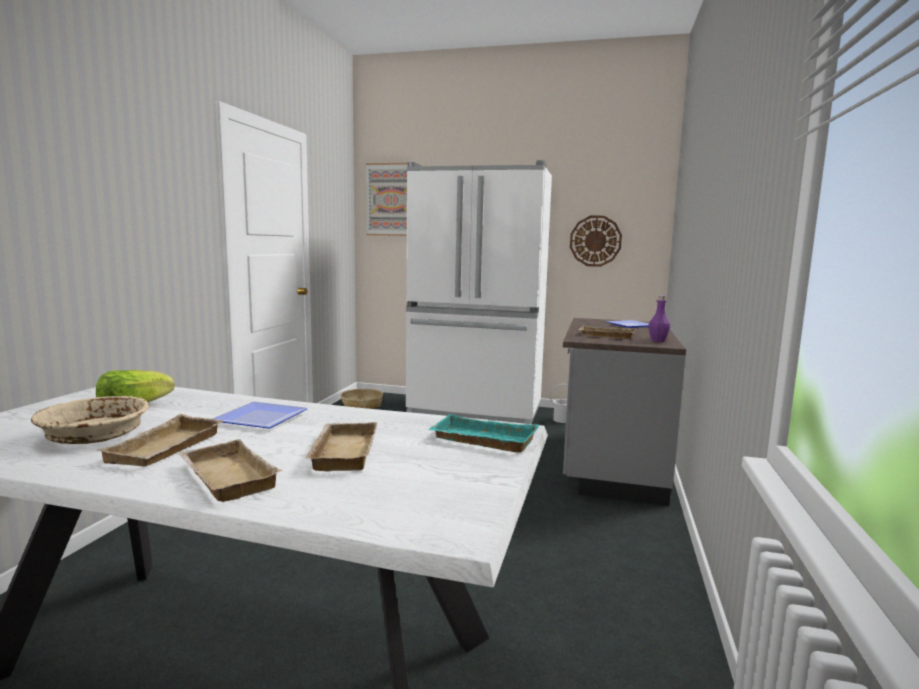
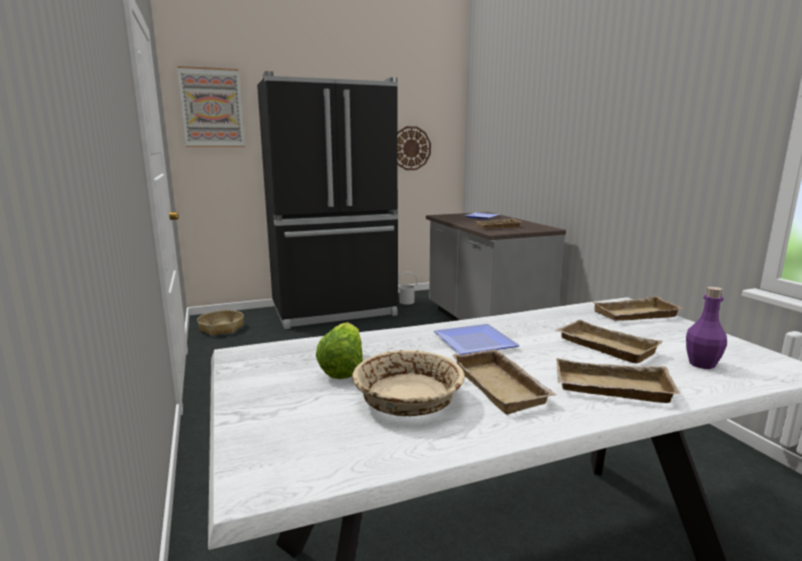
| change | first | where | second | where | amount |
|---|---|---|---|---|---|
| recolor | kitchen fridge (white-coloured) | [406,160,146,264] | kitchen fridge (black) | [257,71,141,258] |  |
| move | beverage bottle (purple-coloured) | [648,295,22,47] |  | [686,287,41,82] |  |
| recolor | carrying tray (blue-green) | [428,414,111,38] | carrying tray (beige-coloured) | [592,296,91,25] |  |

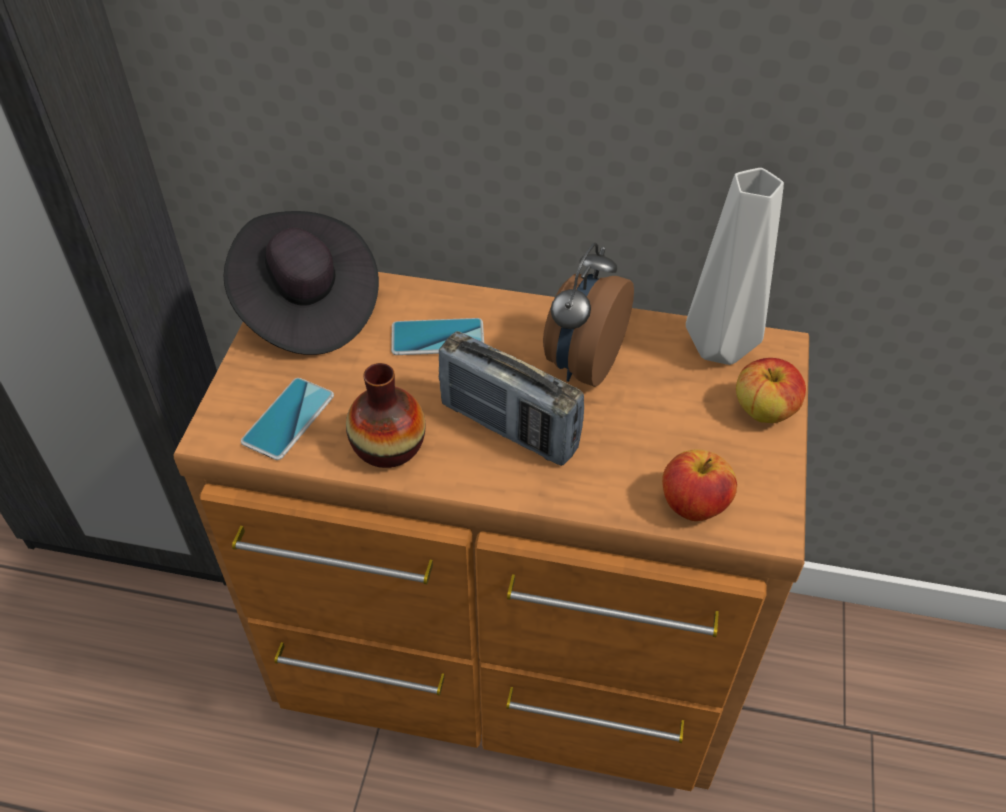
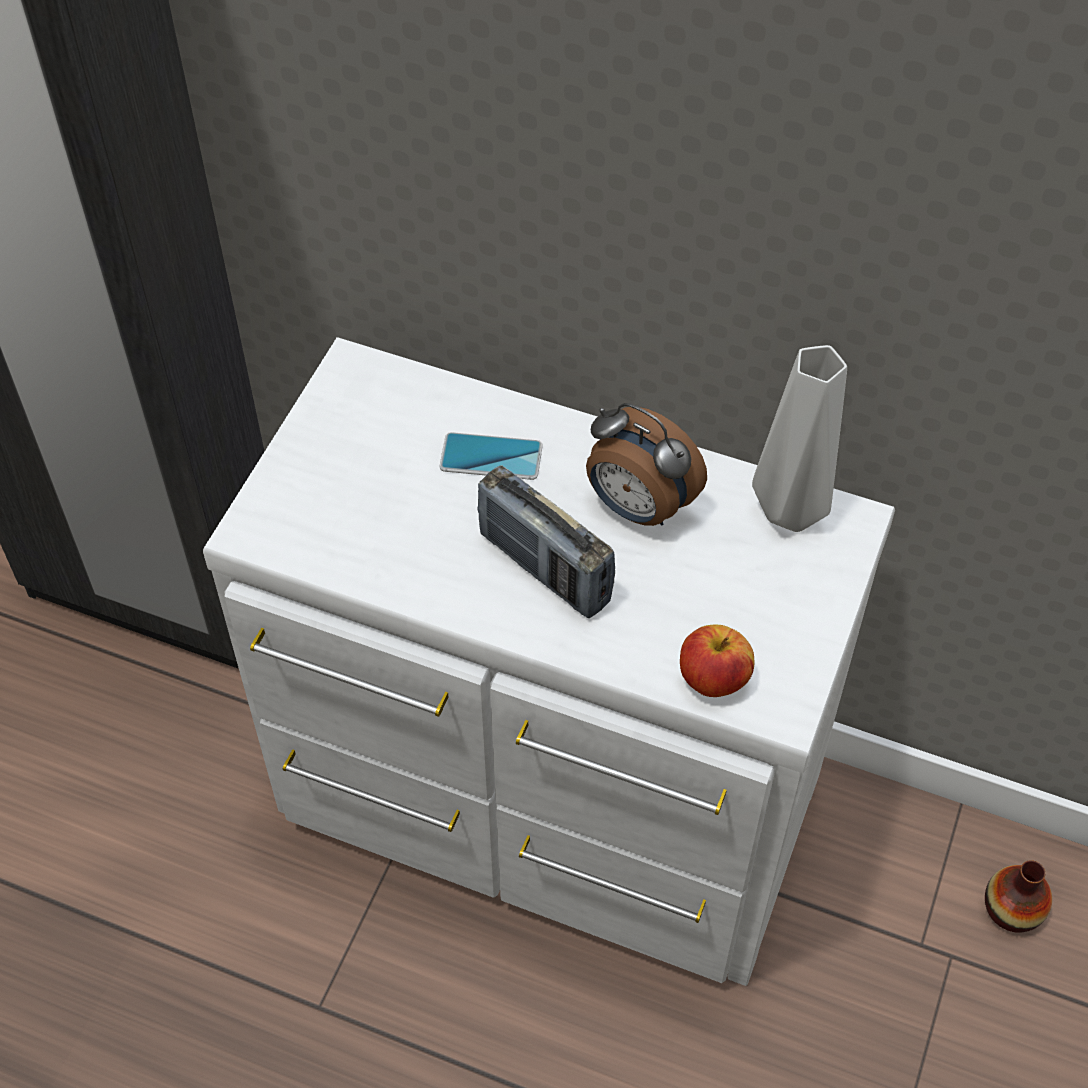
| change | first | where | second | where | amount |
|---|---|---|---|---|---|
| delete | hat (black) | [223,211,156,144] |  |  |  |
| rotate | alarm clock | [543,243,91,144] |  | [586,403,121,123] | 90 degrees counterclockwise |
| recolor | drawer chest (brownish) | [173,272,636,519] | drawer chest (white-coloured) | [203,337,692,649] |  |
| delete | whole apple | [736,358,70,65] |  |  |  |
| move | flower vase | [346,363,80,105] |  | [985,860,67,72] |  |
| delete | handset | [241,378,93,82] |  |  |  |

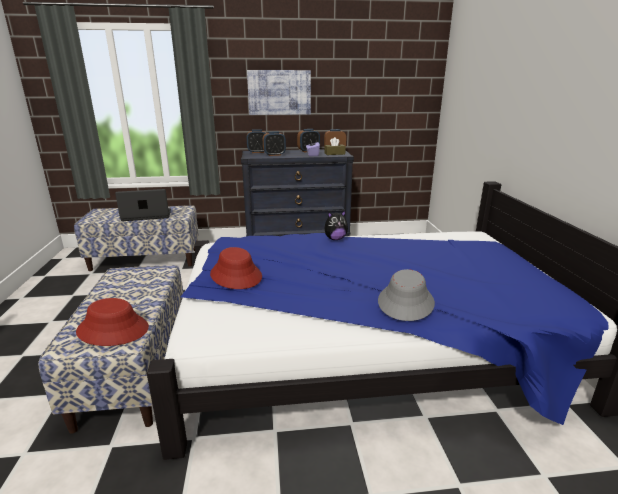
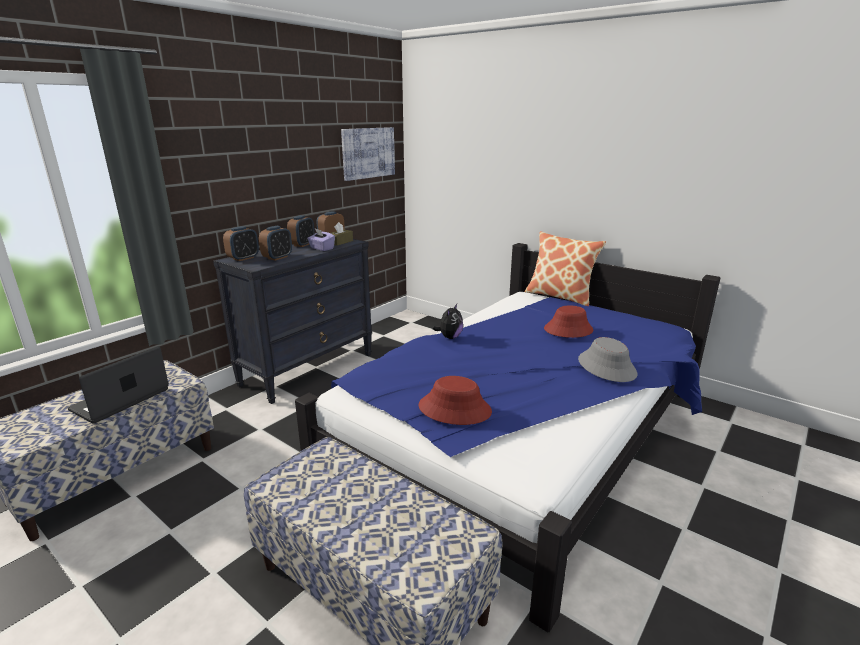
| change | first | where | second | where | amount |
|---|---|---|---|---|---|
| move | wall picture | [247,70,64,45] |  | [341,127,54,54] |  |
| move | hat (red-coloured) | [76,298,73,48] |  | [544,306,49,32] |  |
| insert |  |  | pillow | [524,231,82,75] |  |

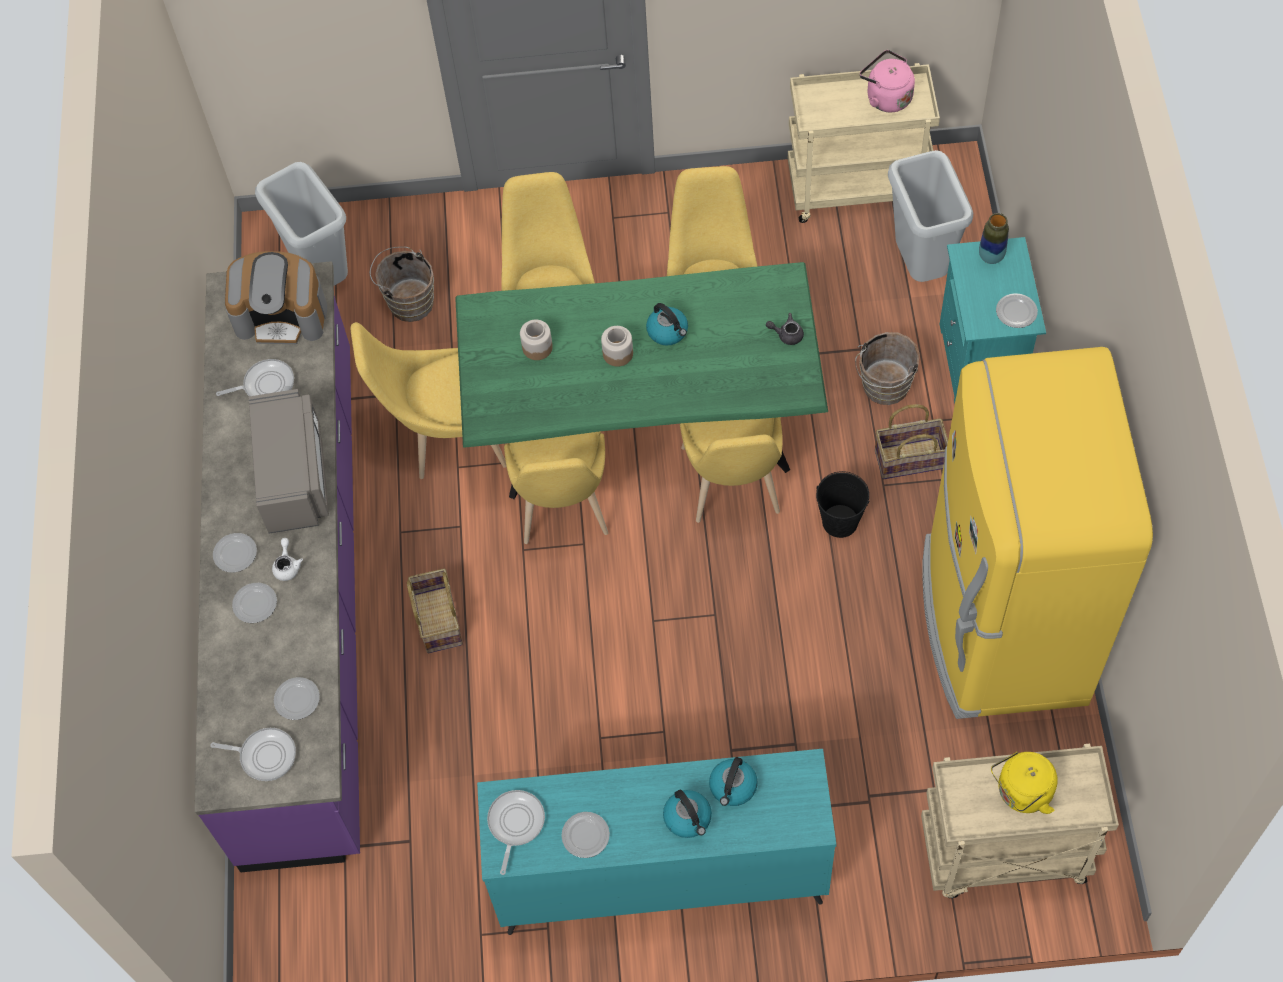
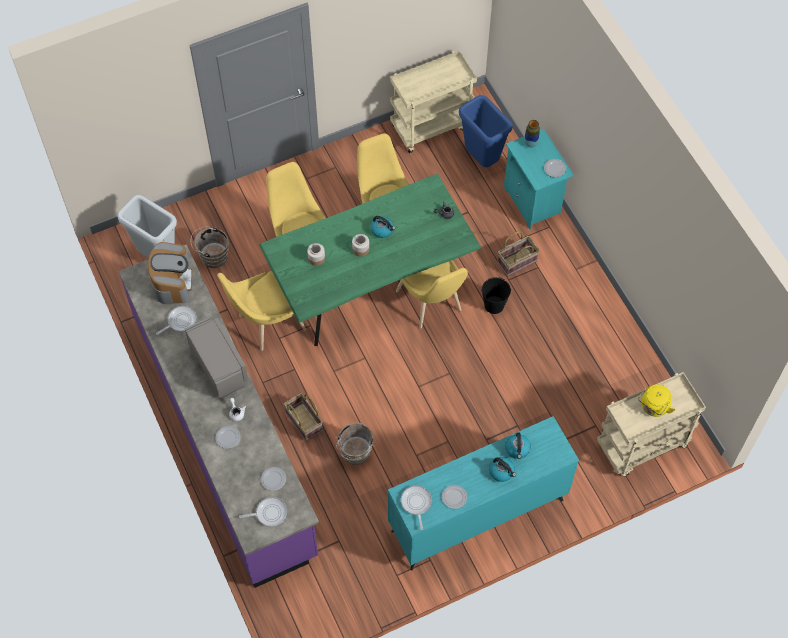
| change | first | where | second | where | amount |
|---|---|---|---|---|---|
| delete | kettle (pink) | [860,50,55,62] |  |  |  |
| recolor | waste bin (grey) | [888,150,85,132] | waste bin (bluish) | [459,95,54,72] |  |
| rotate | coffee maker | [225,251,102,93] |  | [148,242,44,62] | 75 degrees counterclockwise |
| move | bucket (brownish) | [855,332,65,73] |  | [335,422,39,43] |  |
| delete | kitchen fridge (yellow) | [922,347,231,372] |  |  |  |
| delete | upright chair (yellow) | [504,431,104,113] |  |  |  |
| delete | flat dish | [213,533,44,39] |  |  |  |

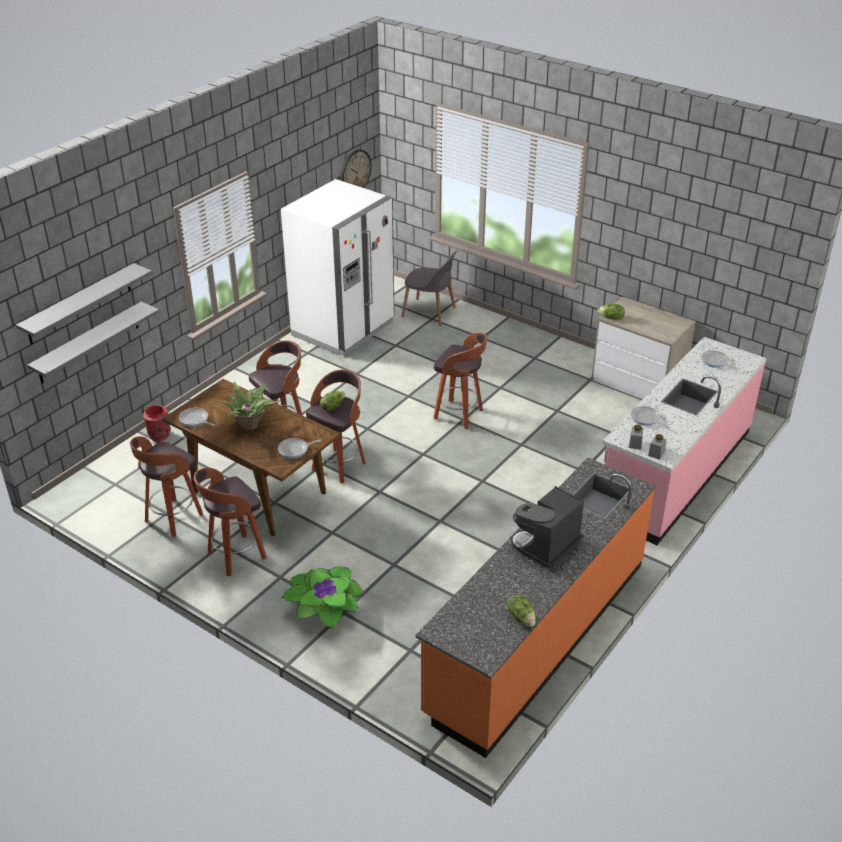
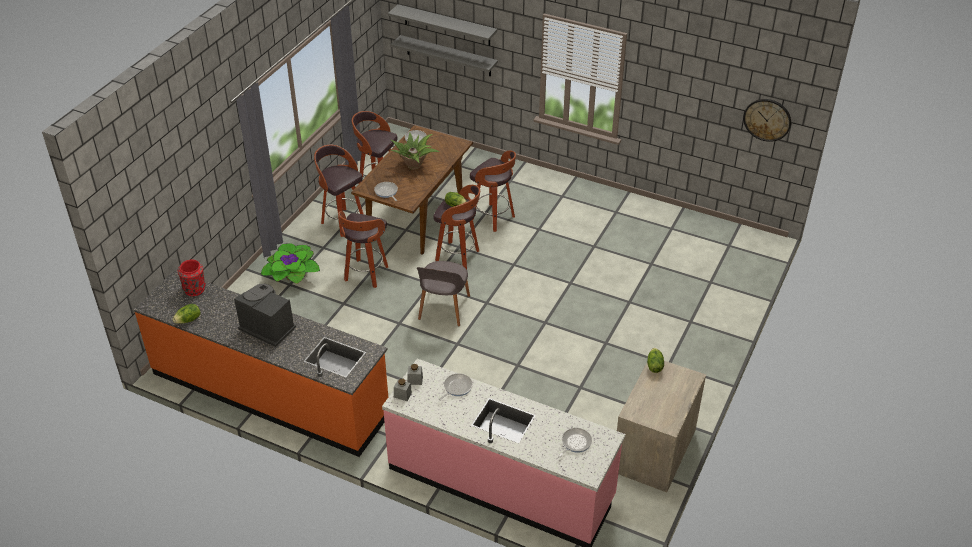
| change | first | where | second | where | amount |
|---|---|---|---|---|---|
| delete | kitchen fridge (white-coloured) | [281,179,114,177] |  |  |  |
| move | upright chair (grey) | [402,250,56,76] |  | [417,261,53,65] |  |
| move | stool | [433,332,54,97] |  | [338,211,50,77] |  |
| move | flower vase (red-coloured) | [143,405,28,36] |  | [178,259,28,37] |  |

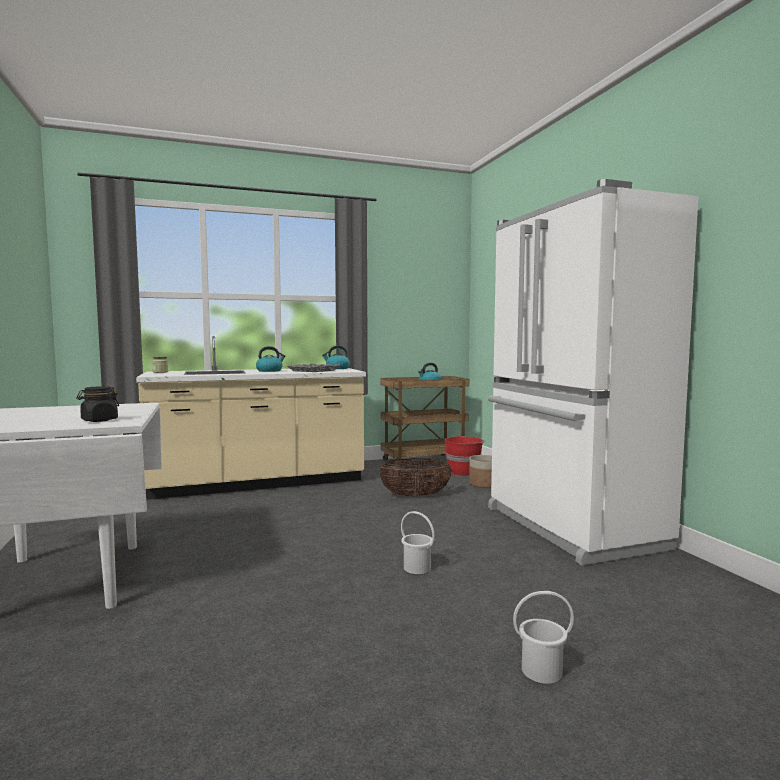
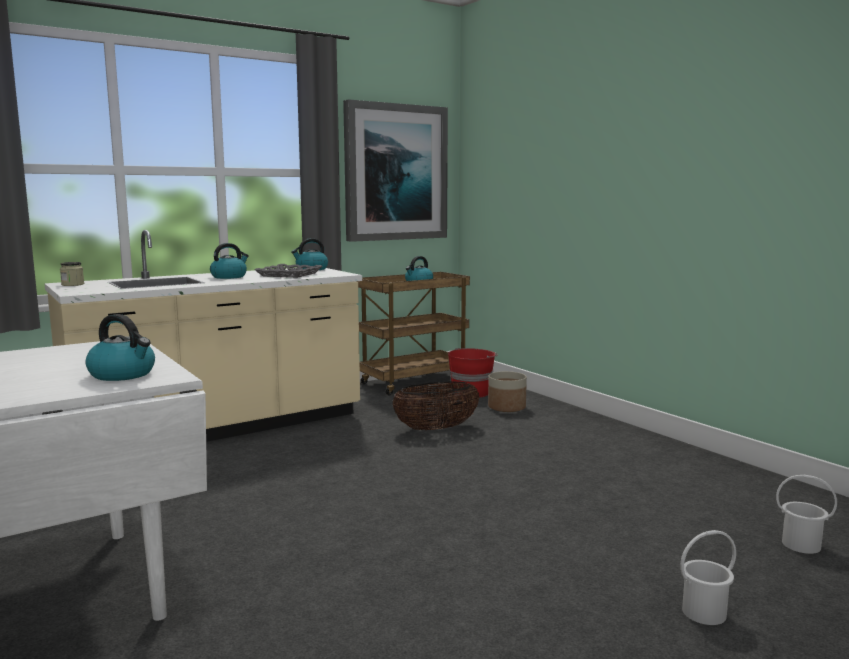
| change | first | where | second | where | amount |
|---|---|---|---|---|---|
| delete | kitchen fridge (white-coloured) | [488,179,211,386] |  |  |  |
| replace | preserve jar (black) | [76,386,43,36] | kettle | [86,314,69,67] |  |
| move | bucket (white-coloured) | [401,511,34,63] |  | [776,475,61,79] |  |
| insert |  |  | wall picture | [343,99,105,143] |  |

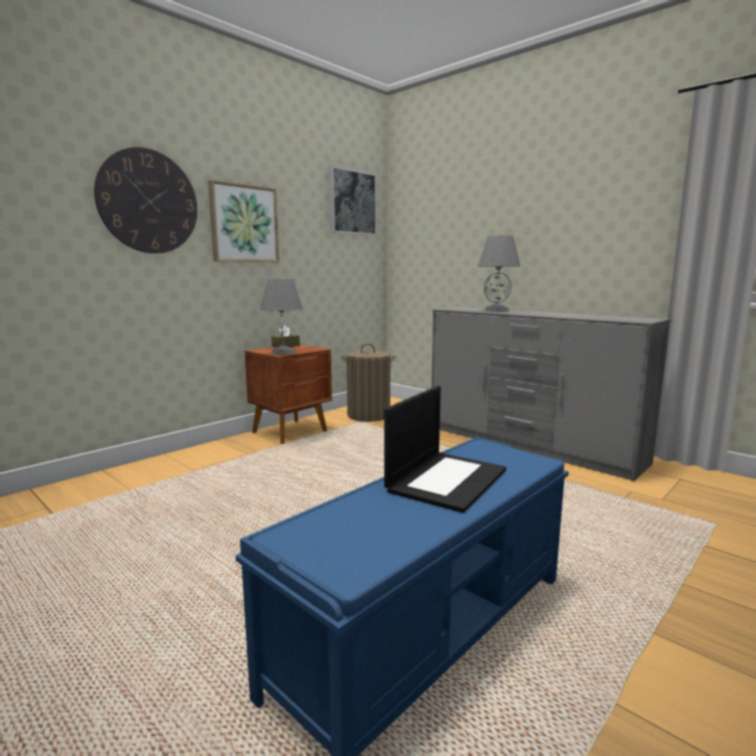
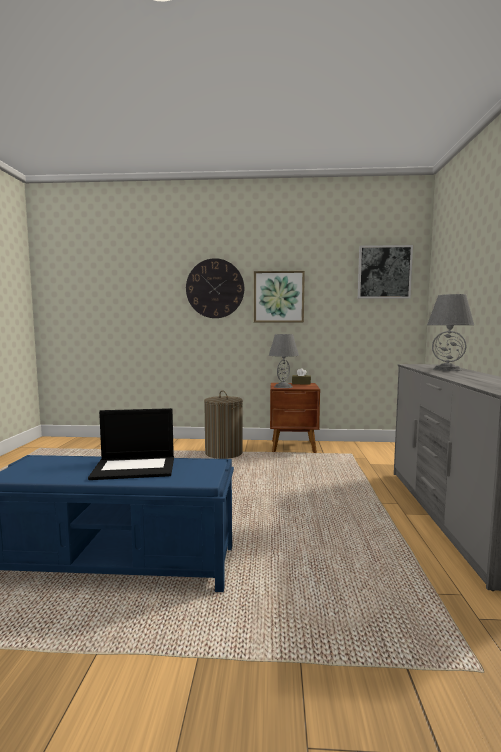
| change | first | where | second | where | amount |
|---|---|---|---|---|---|
| move | washing basket | [341,343,55,79] |  | [204,390,39,69] |  |

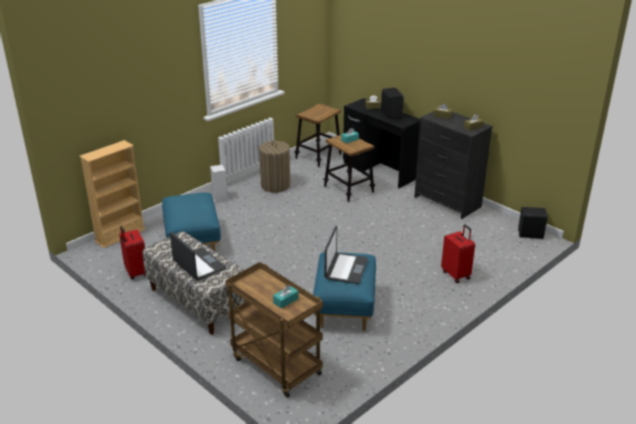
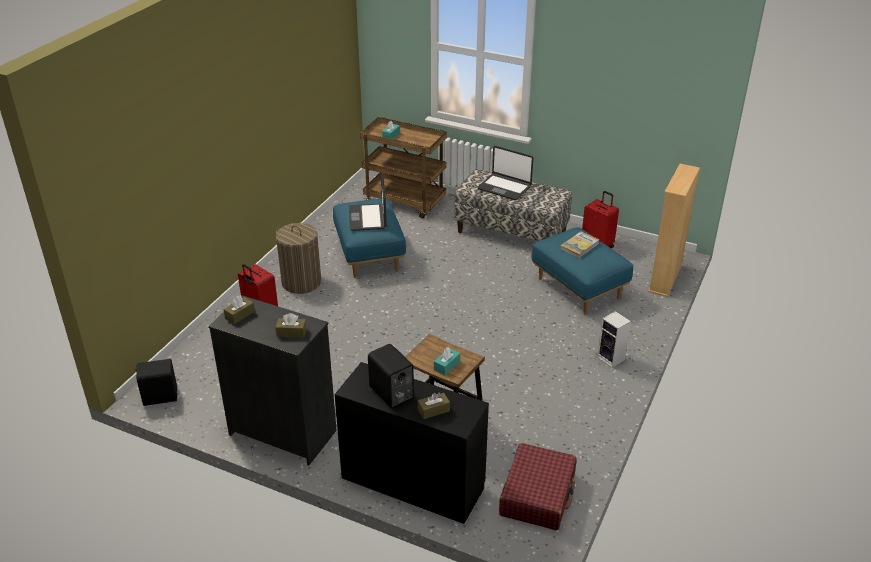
| change | first | where | second | where | amount |
|---|---|---|---|---|---|
| replace | stool | [295,103,46,64] | travel case (red-coloured) | [499,443,78,87] |  |
| move | washing basket | [259,140,31,53] |  | [276,223,45,71] |  |
| insert |  |  | book | [560,232,39,26] |  |

